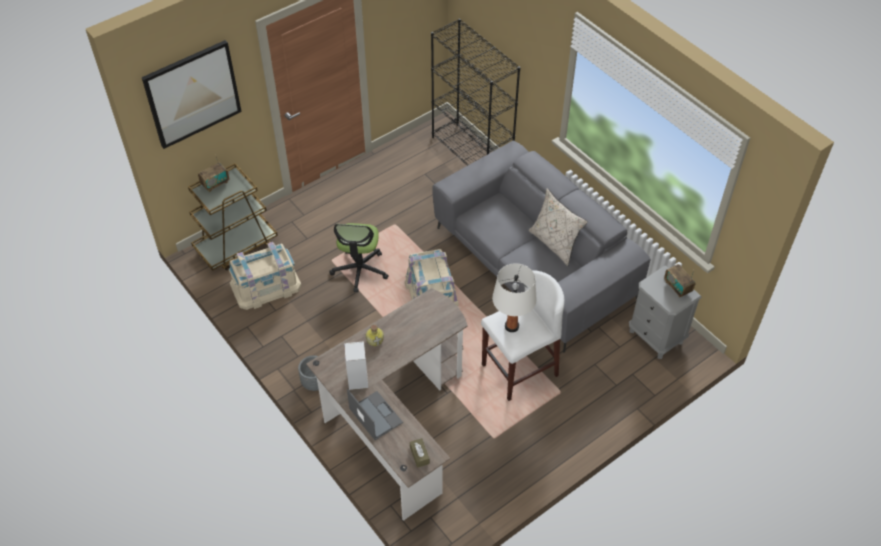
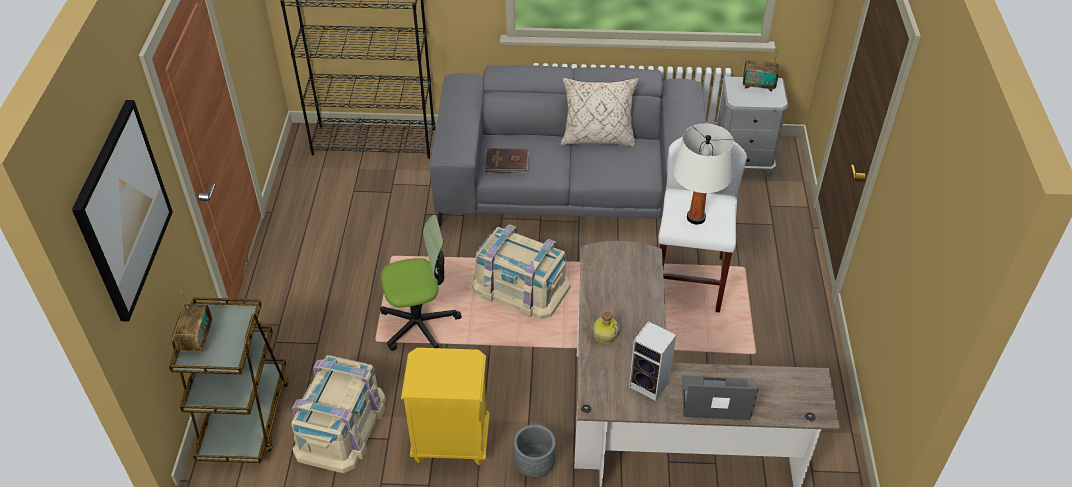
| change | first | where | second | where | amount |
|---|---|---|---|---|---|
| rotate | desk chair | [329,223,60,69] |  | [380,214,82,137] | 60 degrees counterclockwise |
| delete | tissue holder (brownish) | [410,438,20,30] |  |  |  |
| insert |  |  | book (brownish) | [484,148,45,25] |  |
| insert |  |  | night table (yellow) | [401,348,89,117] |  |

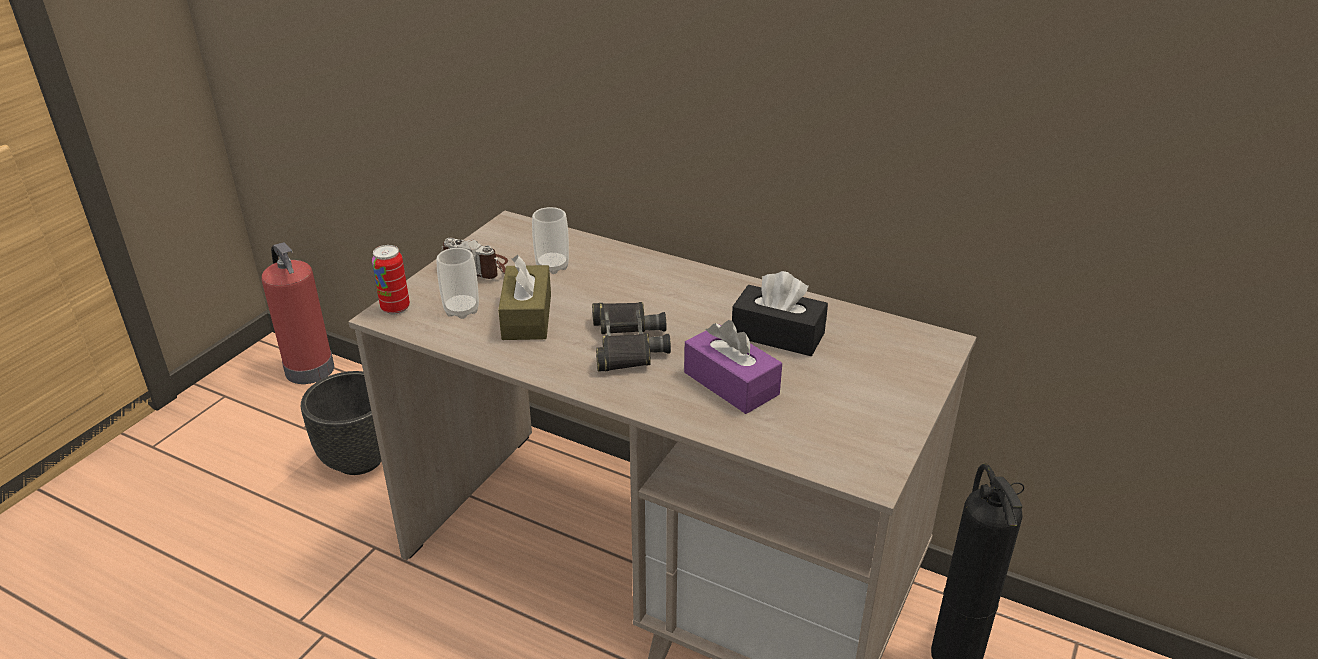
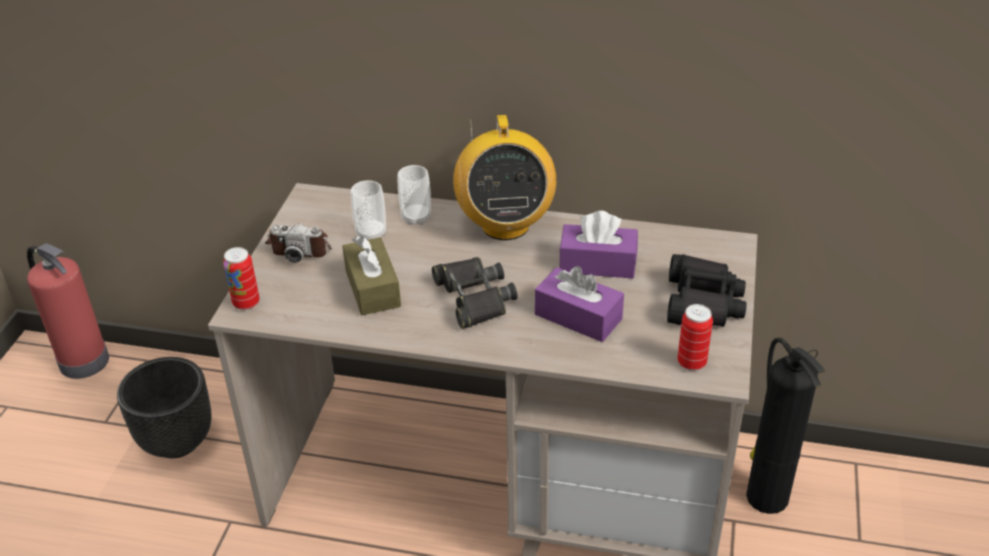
| change | first | where | second | where | amount |
|---|---|---|---|---|---|
| move | small cup | [436,248,43,71] |  | [398,165,33,60] |  |
| recolor | tissue holder (black) | [732,271,96,85] | tissue holder (purple-coloured) | [559,211,79,67] |  |
| insert |  |  | radio | [453,115,103,125] |  |
| insert |  |  | pair of binoculars (black) | [667,254,80,73] |  |
| insert |  |  | metal can | [678,304,35,67] |  |

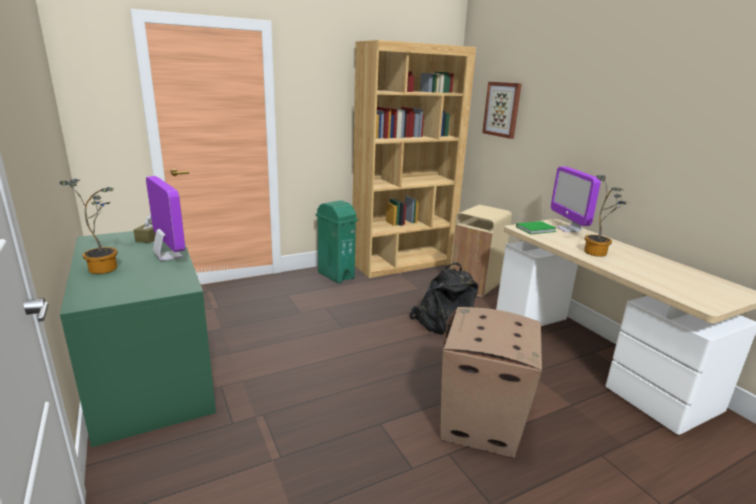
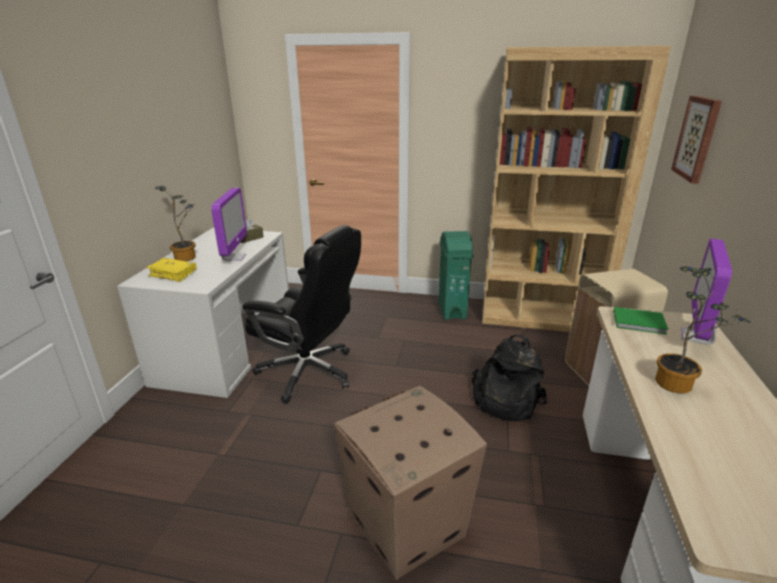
| change | first | where | second | where | amount |
|---|---|---|---|---|---|
| recolor | desk unit (greenish) | [60,231,156,216] | desk unit (white-coloured) | [117,228,172,170] |  |
| insert |  |  | desk chair (black) | [242,225,119,179] |  |
| insert |  |  | book (yellow) | [146,258,51,24] |  |

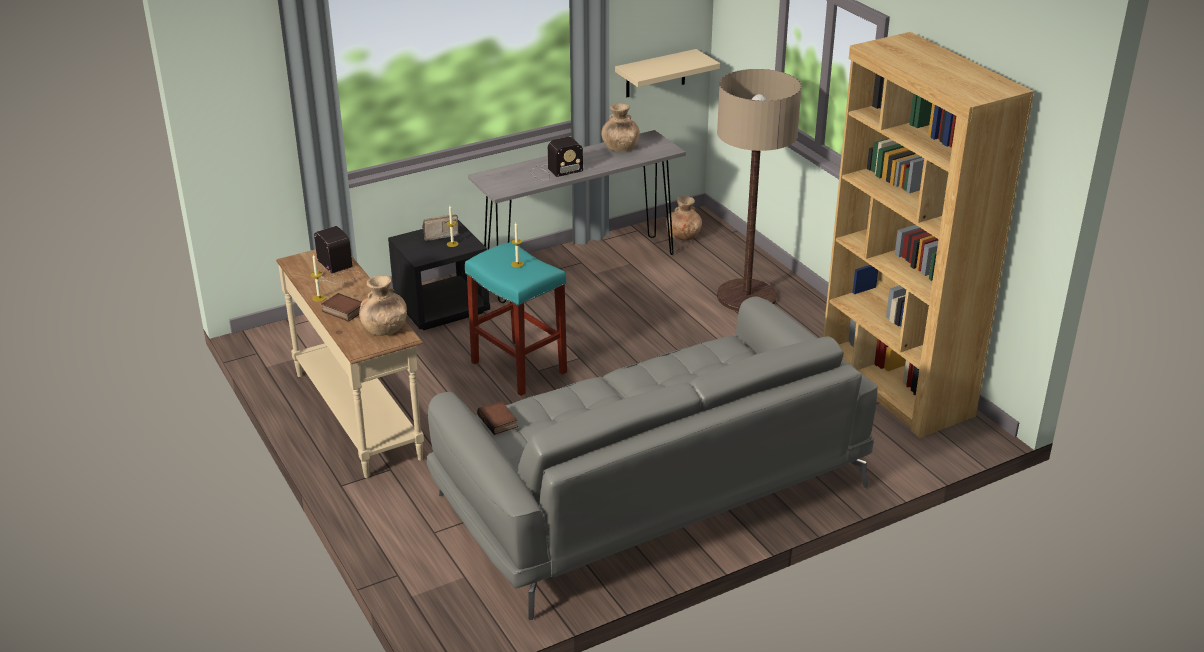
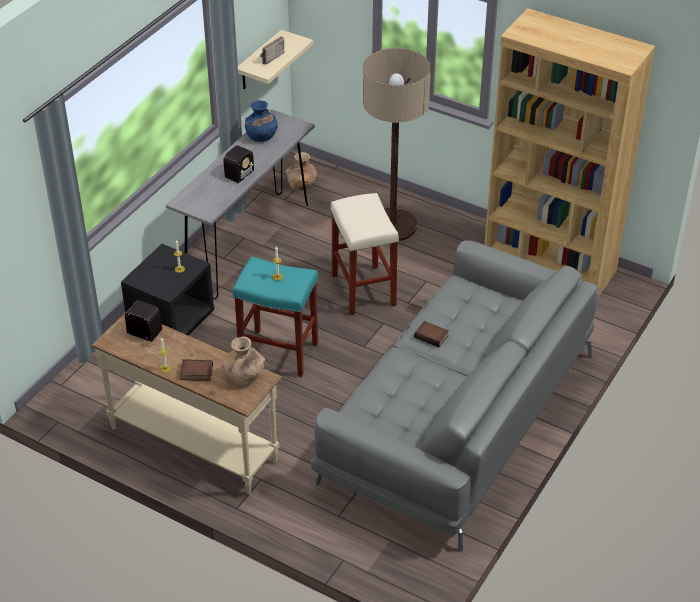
| change | first | where | second | where | amount |
|---|---|---|---|---|---|
| recolor | flower vase (brownish) | [601,103,39,49] | flower vase (bluish) | [245,100,33,42] |  |
| move | radio | [422,214,38,27] |  | [260,37,25,27] |  |
| move | book | [477,401,41,34] |  | [414,321,35,26] |  |
| insert |  |  | stool (beige-coloured) | [330,193,69,122] |  |

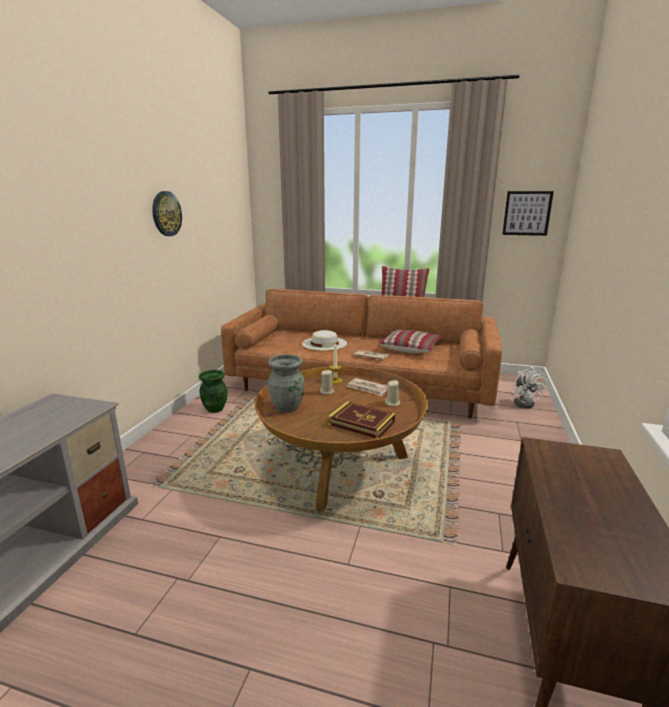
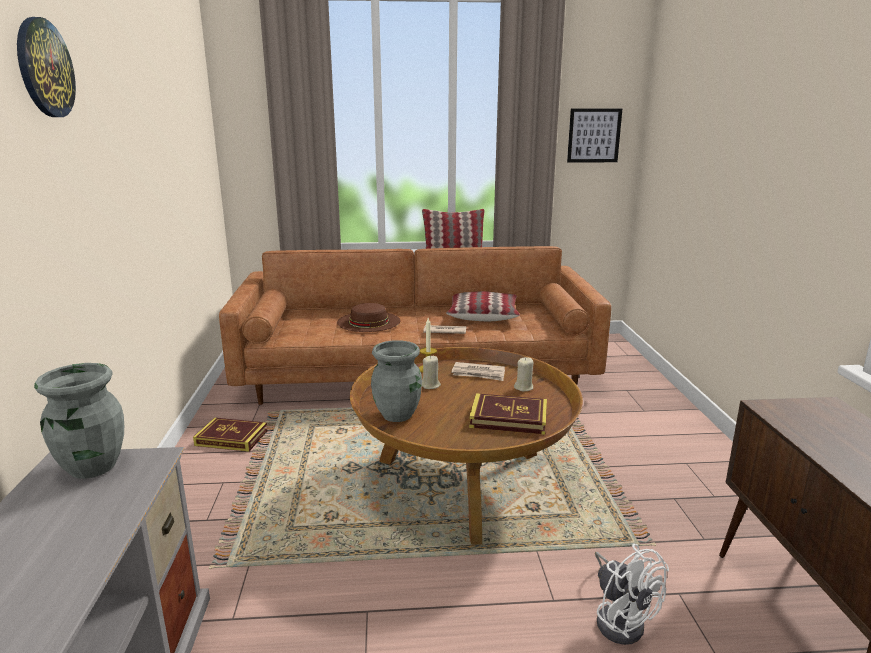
| change | first | where | second | where | amount |
|---|---|---|---|---|---|
| move | hanging clock | [152,191,30,45] |  | [17,17,59,100] |  |
| recolor | hat (white-coloured) | [302,330,45,21] | hat (brownish) | [337,303,63,29] |  |
| move | cooling fan (white-coloured) | [512,366,35,42] |  | [595,544,74,101] |  |
| replace | flower vase (greenish) | [199,370,28,43] | book | [193,418,75,34] |  |
| insert |  |  | flower vase (grey) | [34,363,90,116] |  |

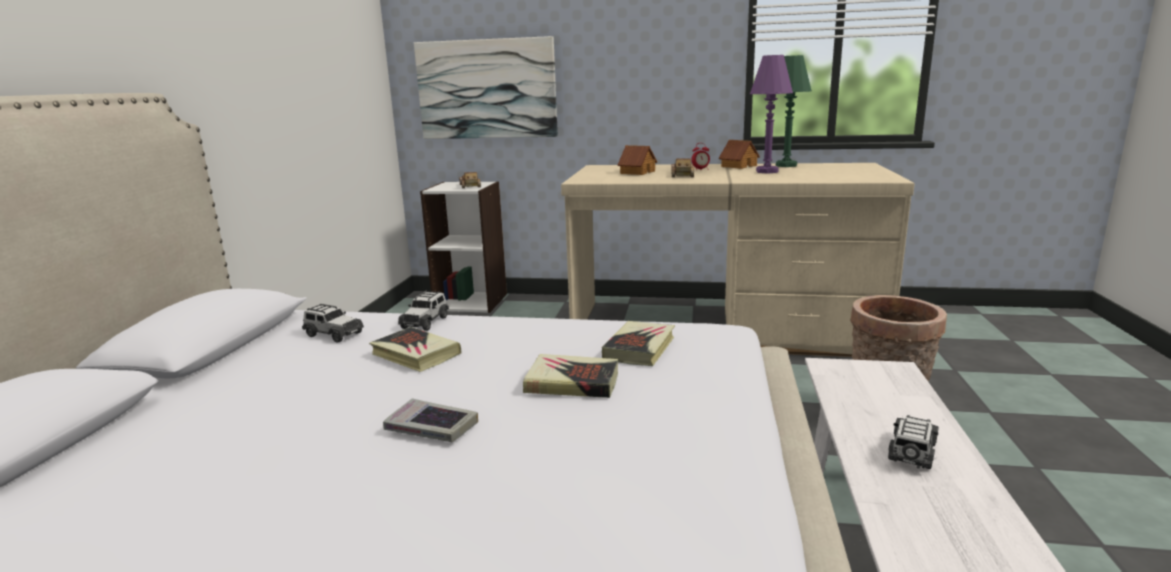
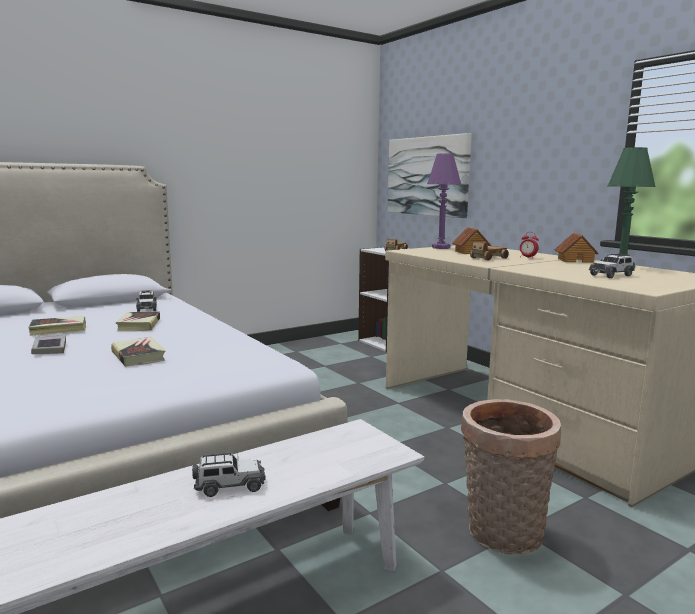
| change | first | where | second | where | amount |
|---|---|---|---|---|---|
| move | lamp for a table (purple-coloured) | [750,55,43,119] |  | [427,153,34,96] |  |
| move | model car | [398,291,51,40] |  | [589,253,46,25] |  |
| move | book | [602,321,73,45] |  | [28,316,58,20] |  |

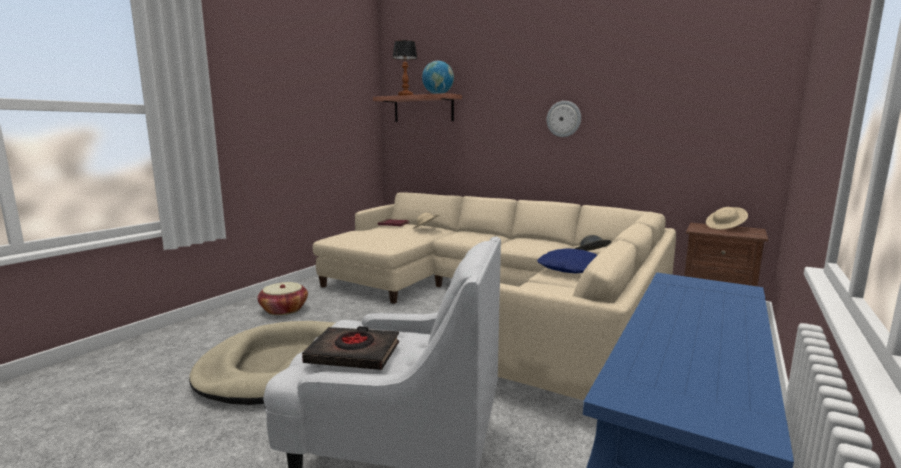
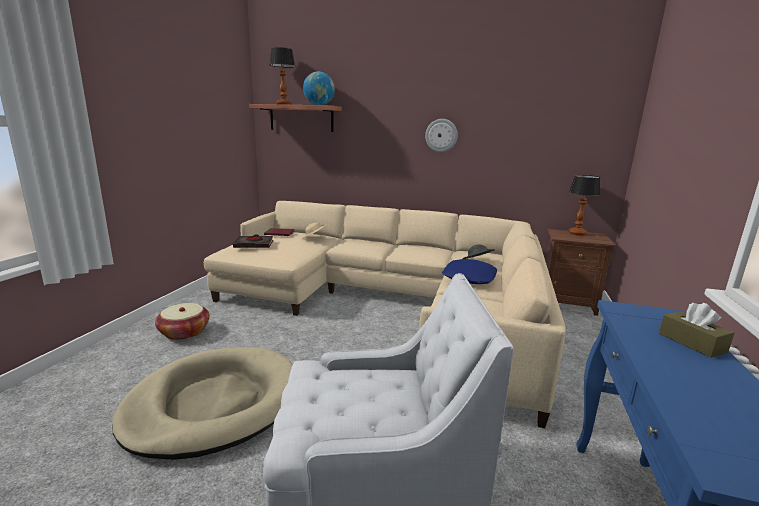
| change | first | where | second | where | amount |
|---|---|---|---|---|---|
| replace | hat (beige-coloured) | [706,207,42,23] | lamp for a table | [568,175,32,60] |  |
| move | book (black) | [302,326,97,44] |  | [233,235,40,13] |  |
| insert |  |  | tissue holder (brownish) | [659,303,75,55] |  |

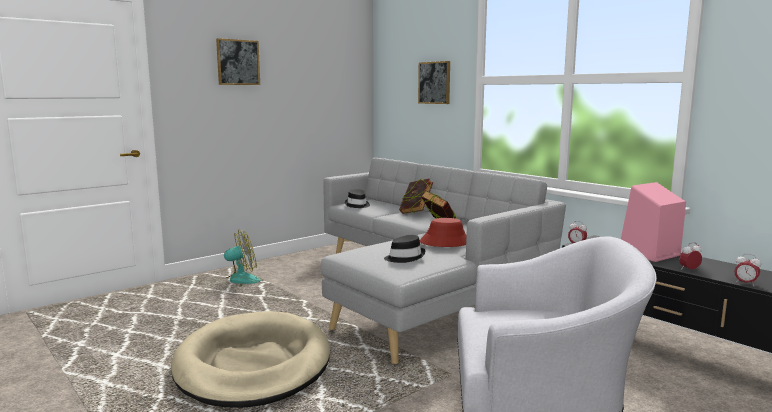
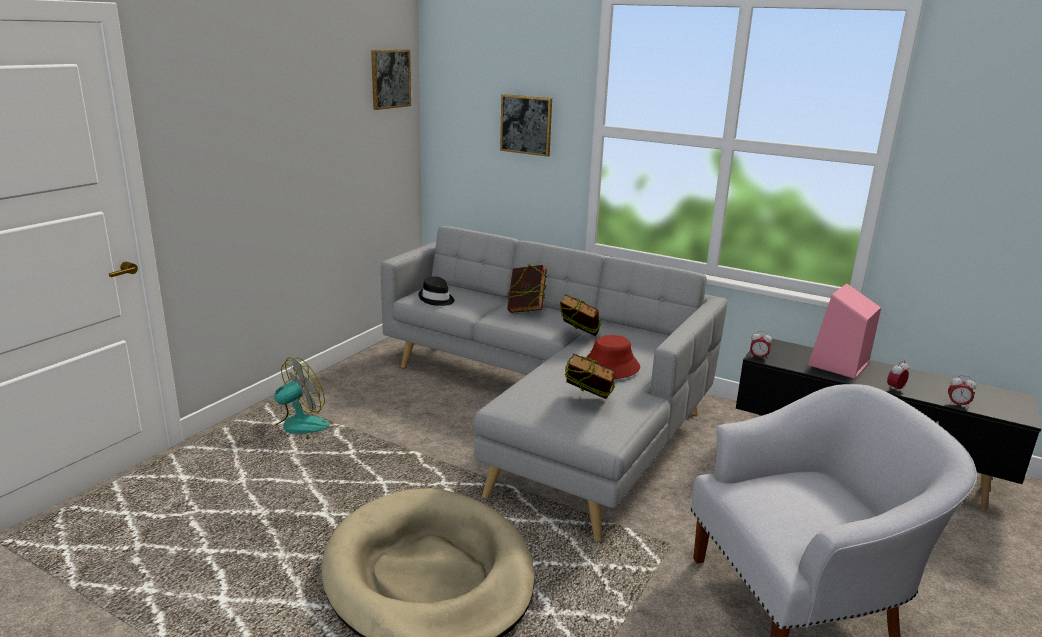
| change | first | where | second | where | amount |
|---|---|---|---|---|---|
| move | wall picture | [216,38,44,47] |  | [371,50,40,60] |  |
| replace | hat (black) | [384,235,41,28] | book | [565,353,51,46] |  |

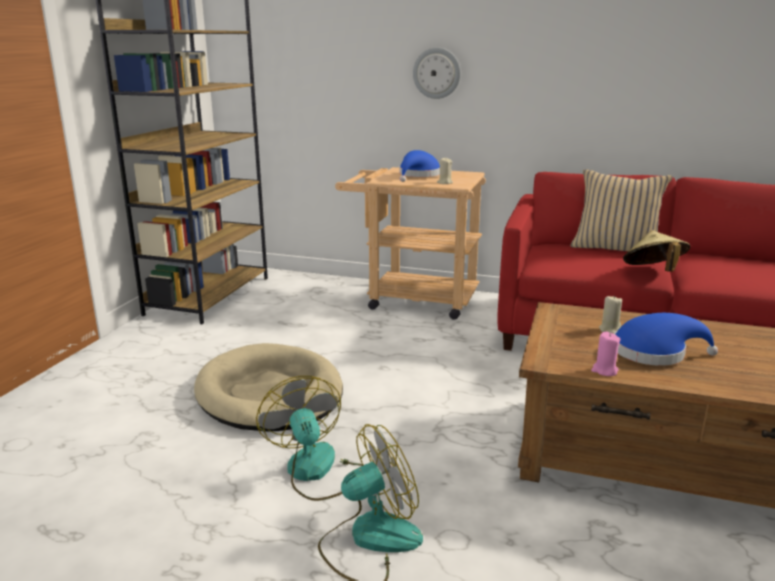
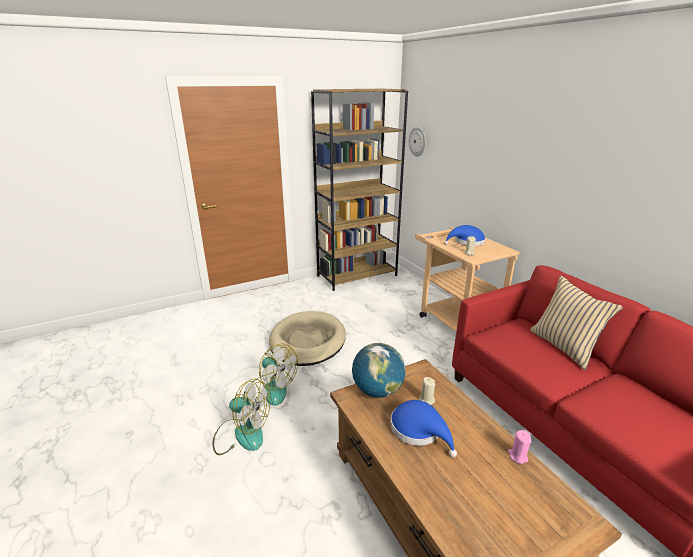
| change | first | where | second | where | amount |
|---|---|---|---|---|---|
| move | hanging clock | [413,47,48,52] |  | [409,127,17,29] |  |
| delete | hat (beige-coloured) | [623,230,67,42] |  |  |  |
| move | candle (pink) | [591,332,29,44] |  | [508,430,23,34] |  |
| rotate | cooling fan | [256,376,106,125] |  | [243,344,55,62] | 105 degrees clockwise |
| insert |  |  | desk globe | [352,343,53,55] |  |

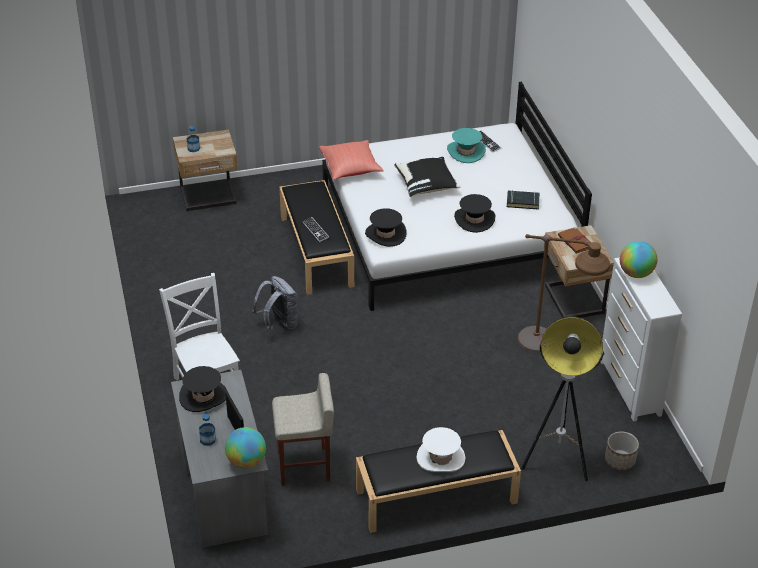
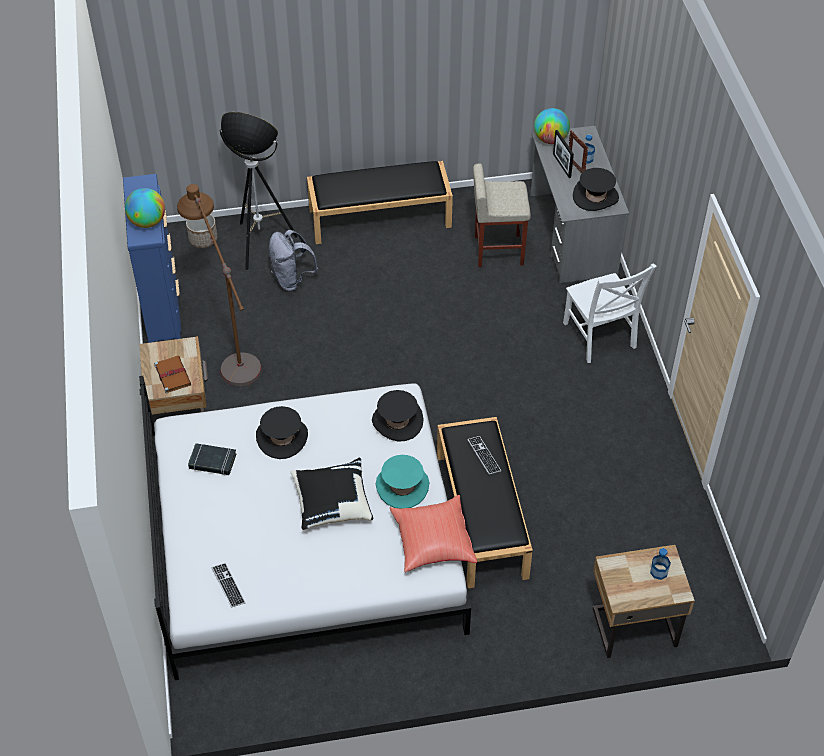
| change | first | where | second | where | amount |
|---|---|---|---|---|---|
| move | hat (blue-green) | [447,128,39,35] |  | [376,455,53,54] |  |
| recolor | drawer chest (white-coloured) | [601,257,81,165] | drawer chest (bluish) | [123,174,58,169] |  |
| move | knapsack (grey) | [253,276,45,56] |  | [269,230,49,61] |  |
| delete | hat (white-coloured) | [416,427,49,45] |  |  |  |
| insert |  |  | standing frame | [569,130,19,43] |  |

